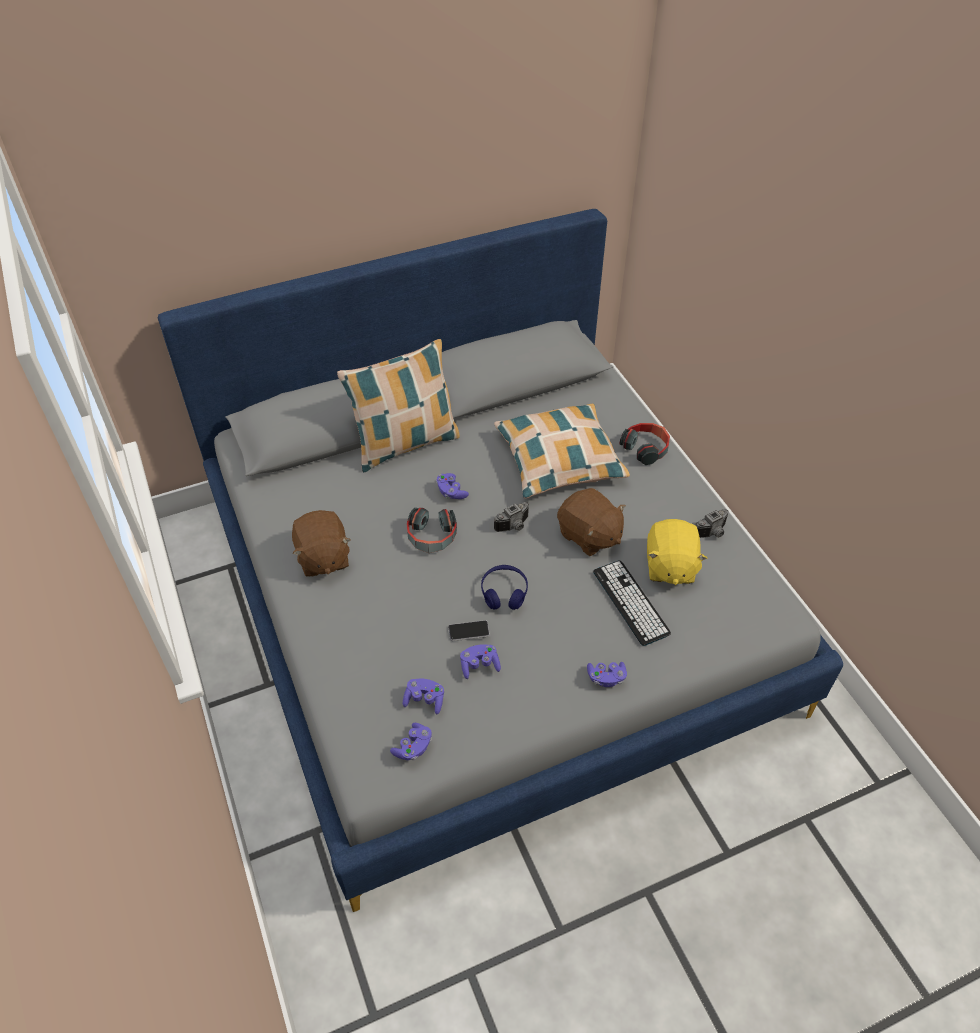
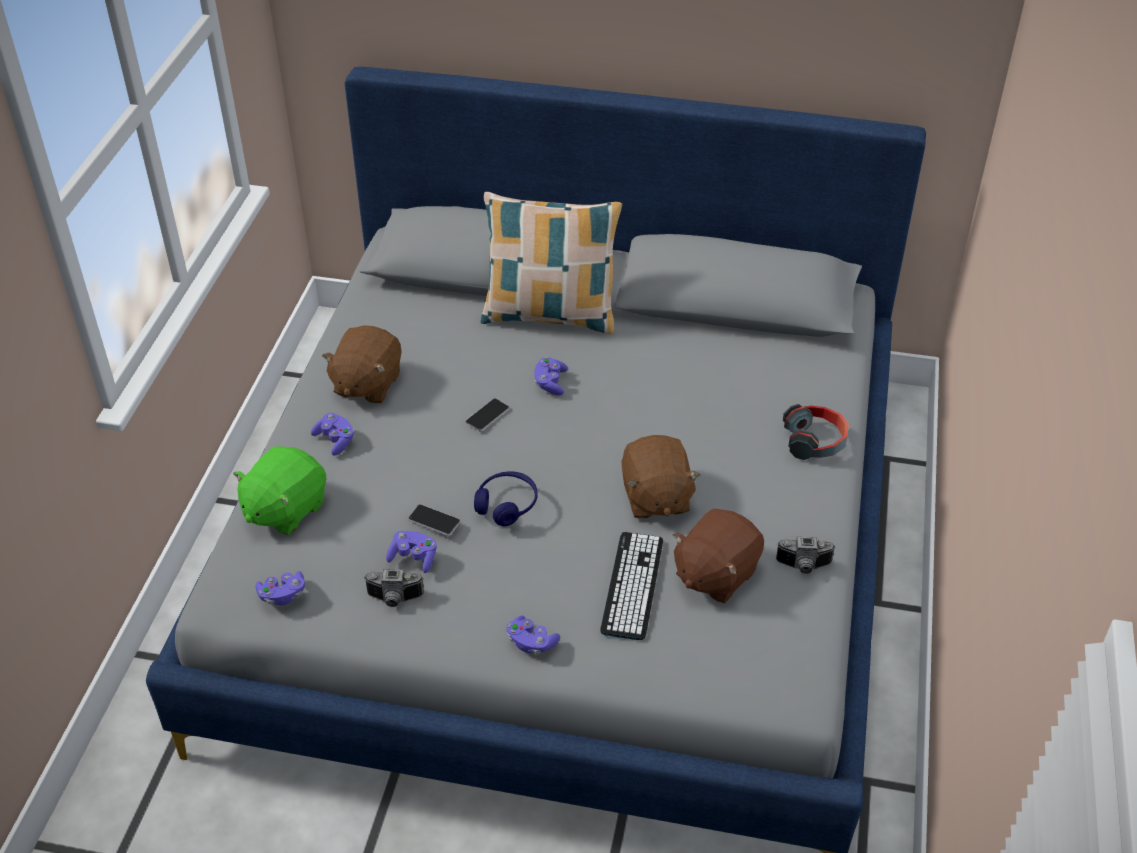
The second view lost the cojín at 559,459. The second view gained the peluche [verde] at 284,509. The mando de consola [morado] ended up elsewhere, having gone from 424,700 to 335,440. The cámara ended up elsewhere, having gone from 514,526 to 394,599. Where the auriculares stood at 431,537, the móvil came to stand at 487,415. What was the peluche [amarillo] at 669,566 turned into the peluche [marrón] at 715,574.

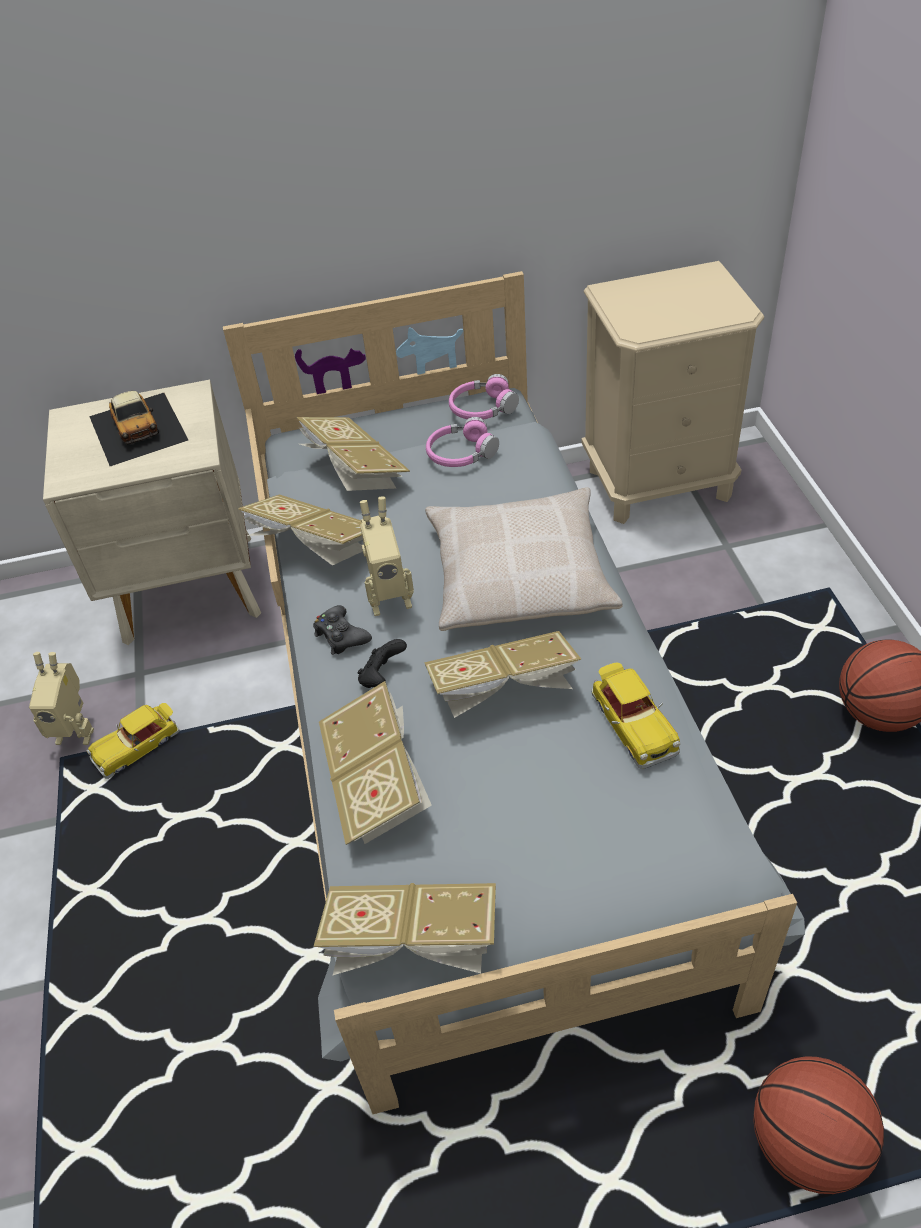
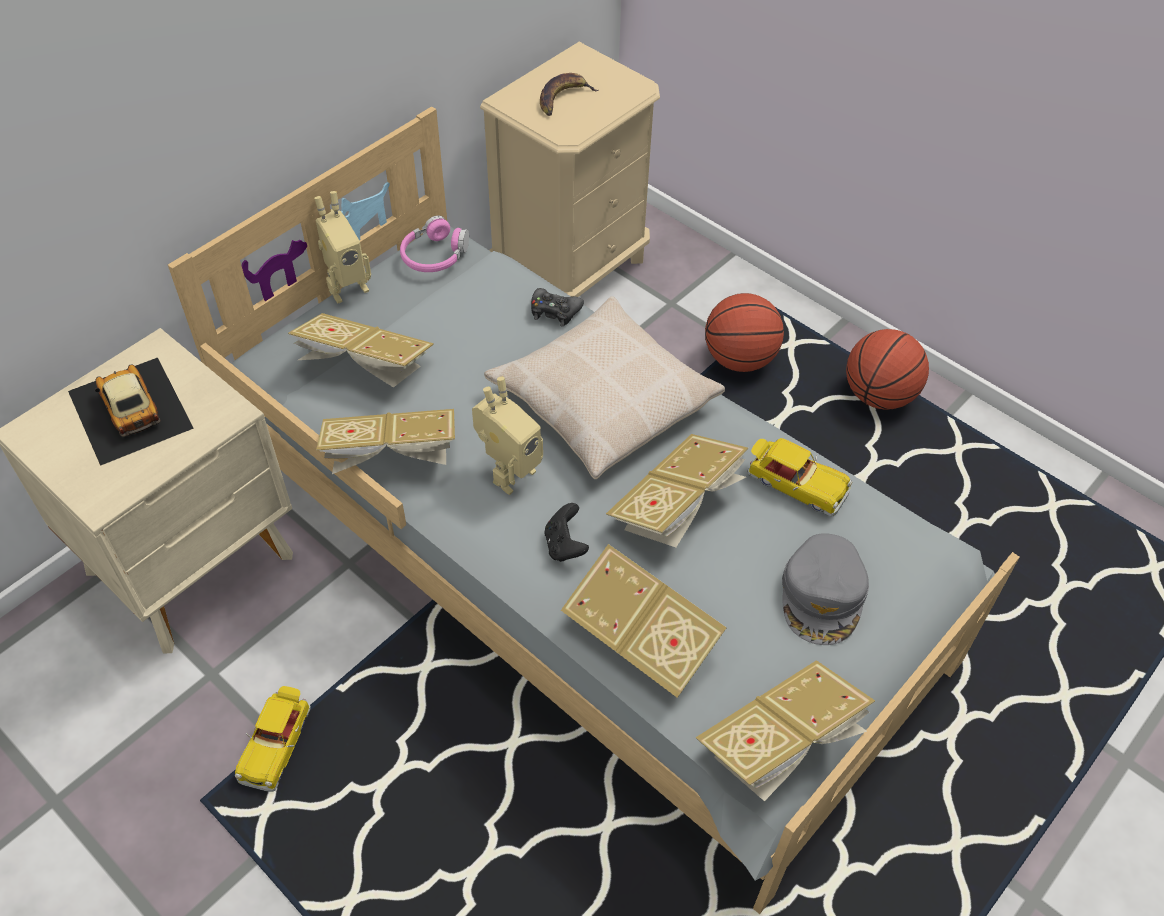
The second view lost the auriculares [rosa] at 461,453. The second view gained the plátano at 563,98. The second view gained the gorra [gris] at 823,595. The robot de juguete ended up elsewhere, having gone from 77,731 to 346,287. The mando de consola [negro] ended up elsewhere, having gone from 341,636 to 554,311. The balón de baloncesto ended up elsewhere, having gone from 807,1142 to 739,359. The coche de juguete at 138,427 ended up facing another way, 150 degrees counterclockwise from before.

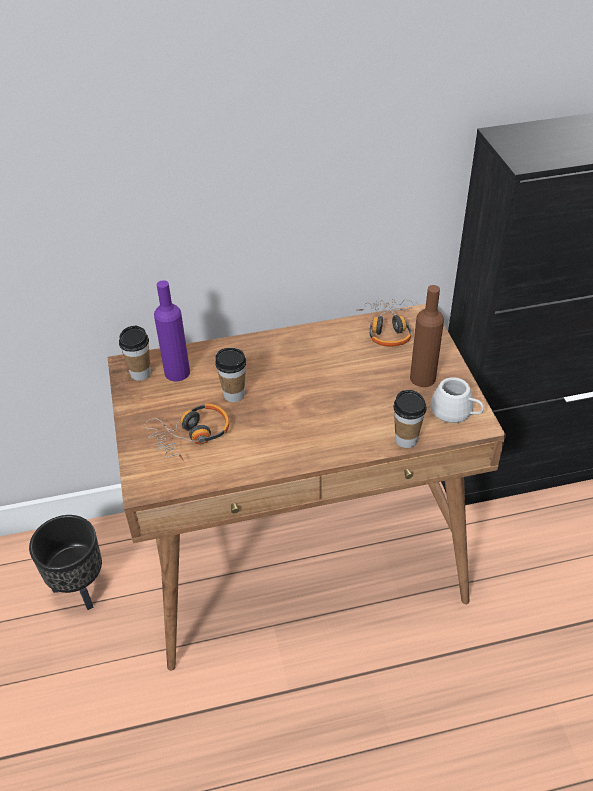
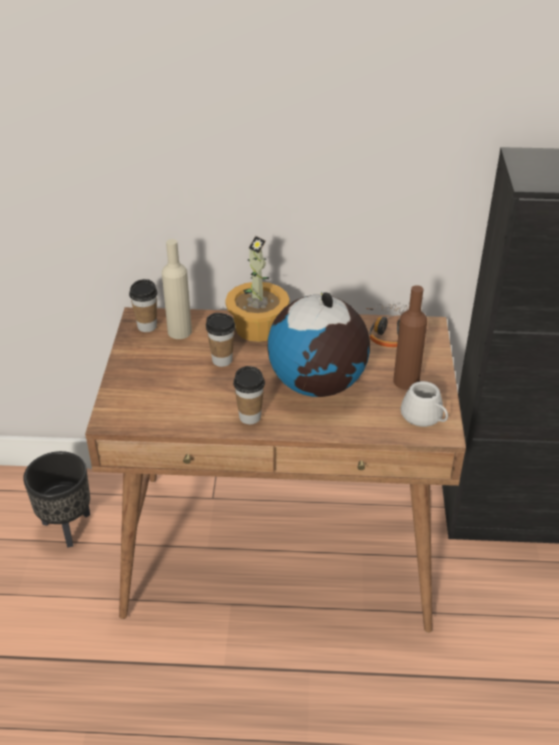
The second view lost the auriculares at 191,436. The second view gained the planta en maceta at 258,327. The second view gained the globo terráqueo at 318,385. The taza ended up elsewhere, having gone from 406,439 to 250,417. What was the botella [morado] at 177,372 turned into the botella [beis] at 179,331.

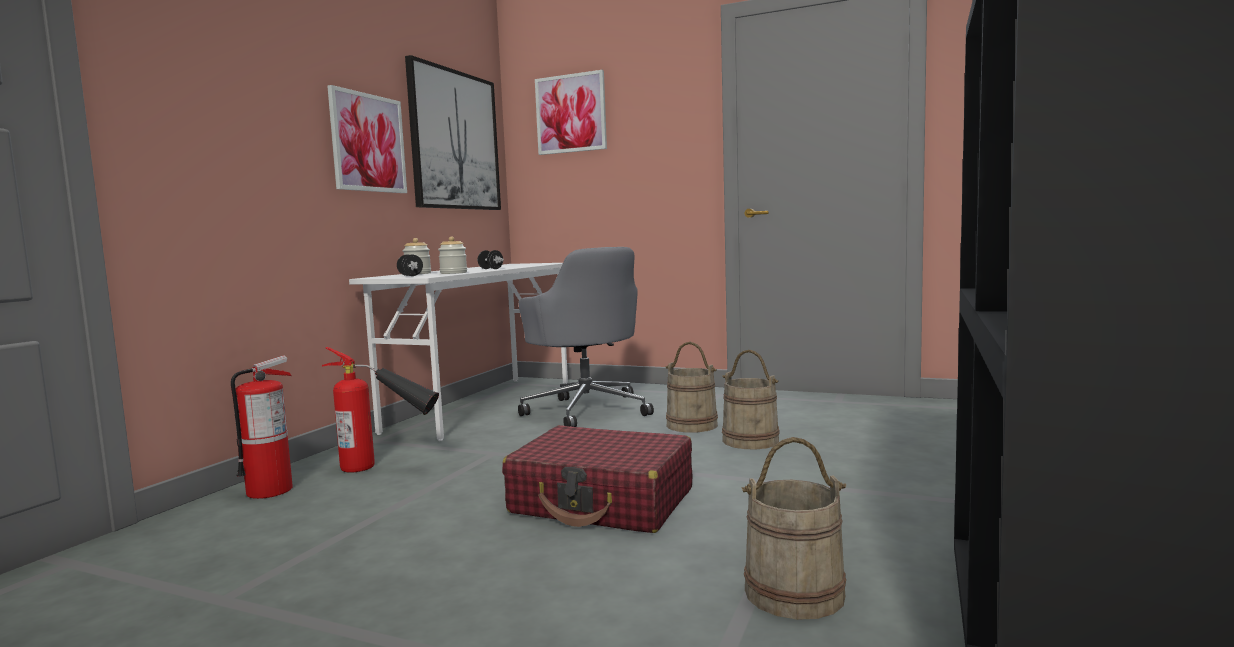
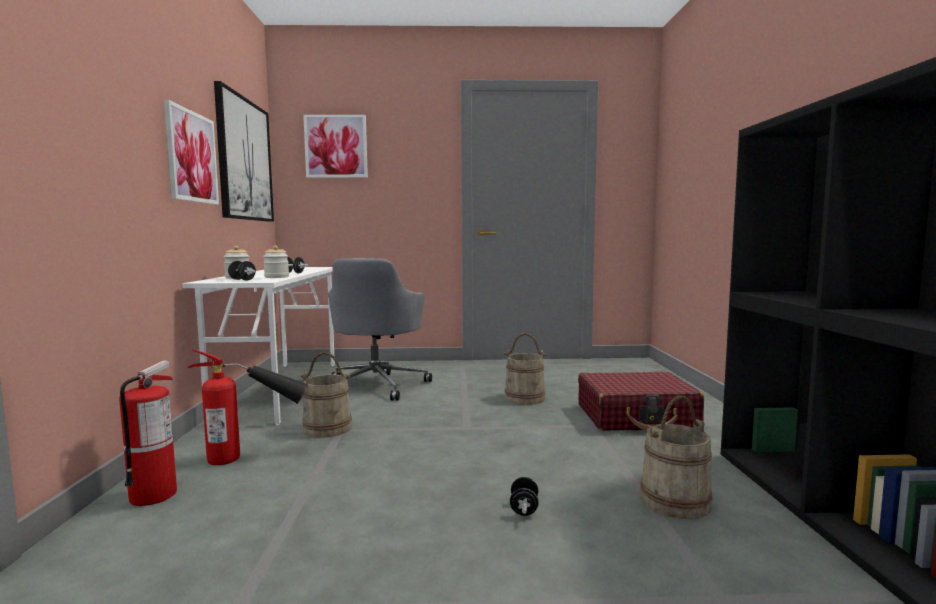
The second view gained the mancuerna [negro] at 524,509. The maleta [rojo] ended up elsewhere, having gone from 603,501 to 636,417. The cubo [beis] ended up elsewhere, having gone from 692,425 to 327,428. The silla de oficina [gris] at 587,409 ended up facing another way, 60 degrees clockwise from before.

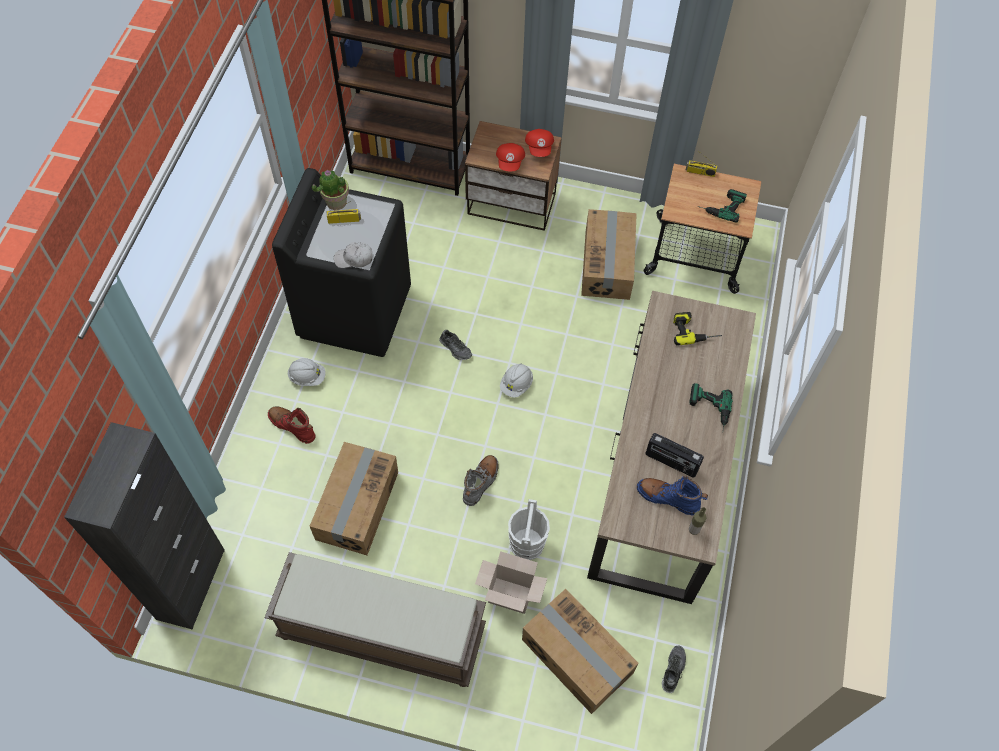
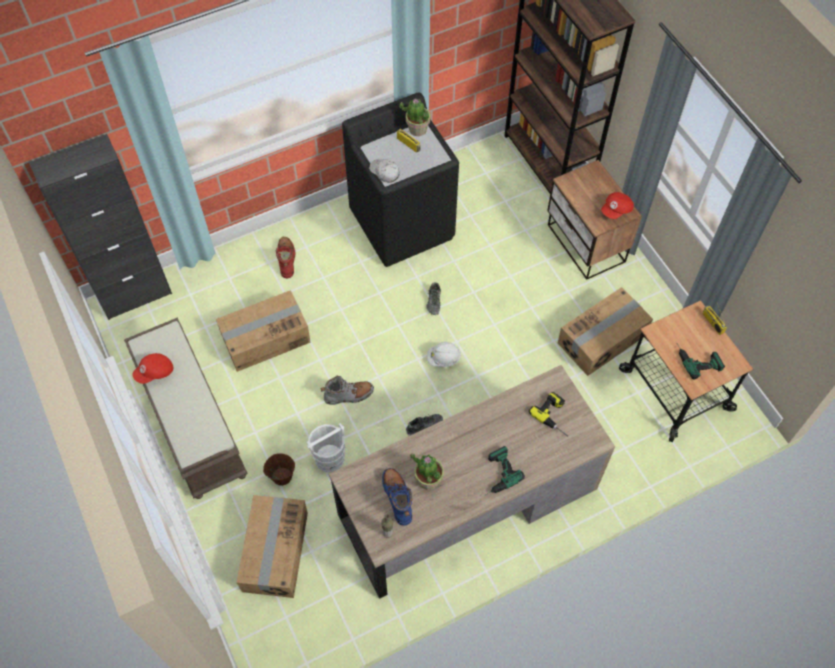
The second view lost the casco [blanco] at 307,377. The gorra [rojo] ended up elsewhere, having gone from 510,162 to 155,372. The zapato ended up elsewhere, having gone from 673,670 to 424,426. Where the caja de cartón stood at 508,596, the cubo [marrón] came to stand at 281,476. Where the radio stood at 671,462, the planta en maceta came to stand at 428,479.

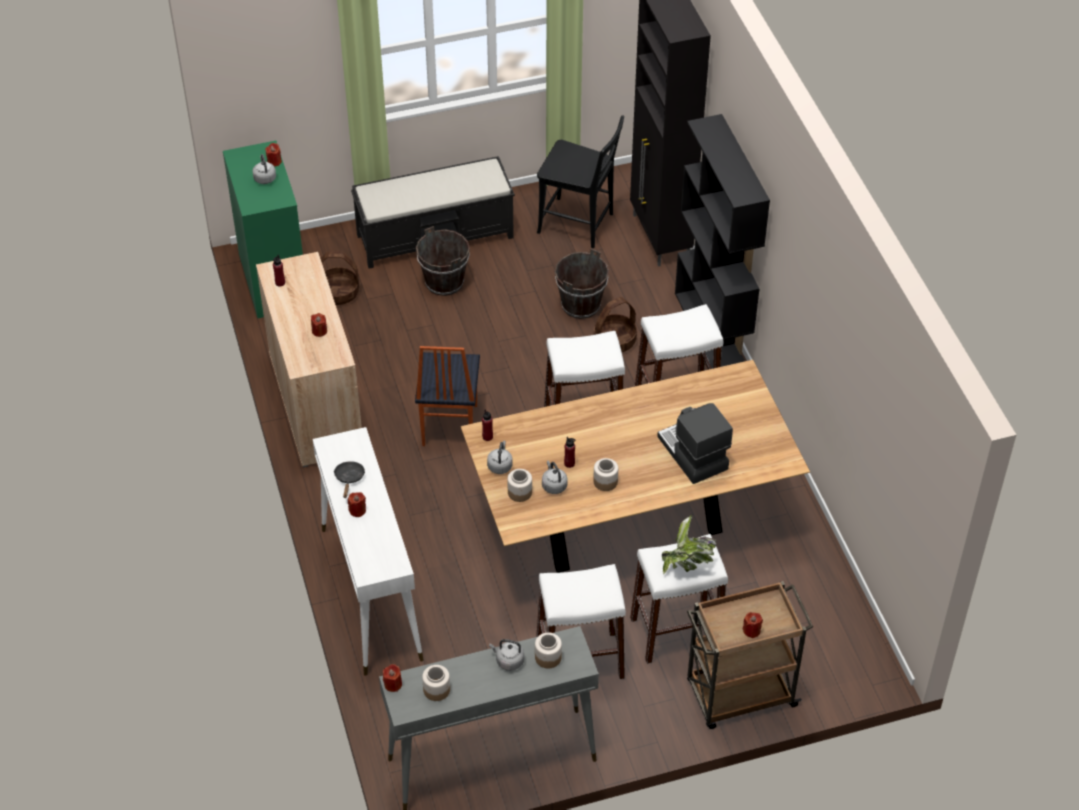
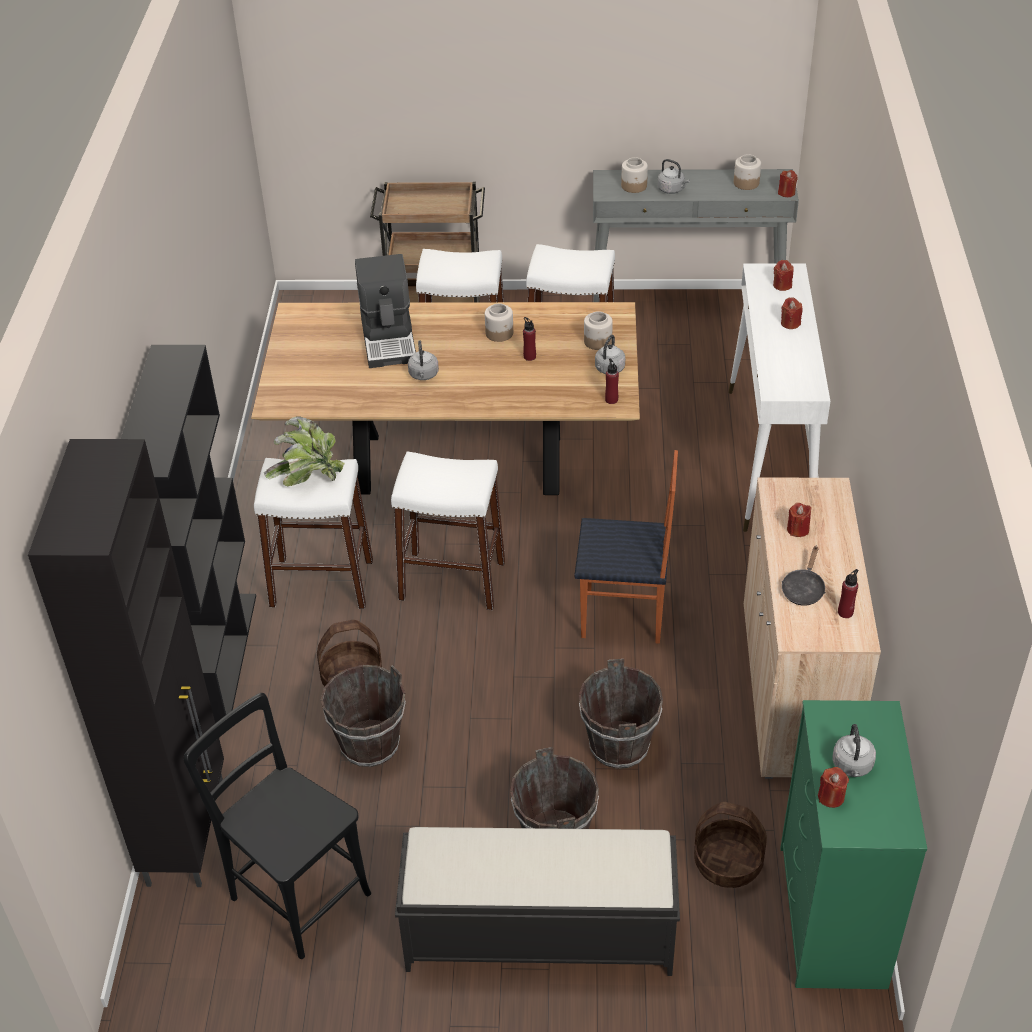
The second view gained the cubo [marrón] at 618,746. The sartén [negro] ended up elsewhere, having gone from 349,478 to 803,589. The hervidor [gris] ended up elsewhere, having gone from 553,485 to 423,375. The planta en maceta ended up elsewhere, having gone from 688,564 to 307,477. The vela [rojo] ended up elsewhere, having gone from 751,630 to 782,285. The silla at 448,426 ended up facing another way, 75 degrees clockwise from before.

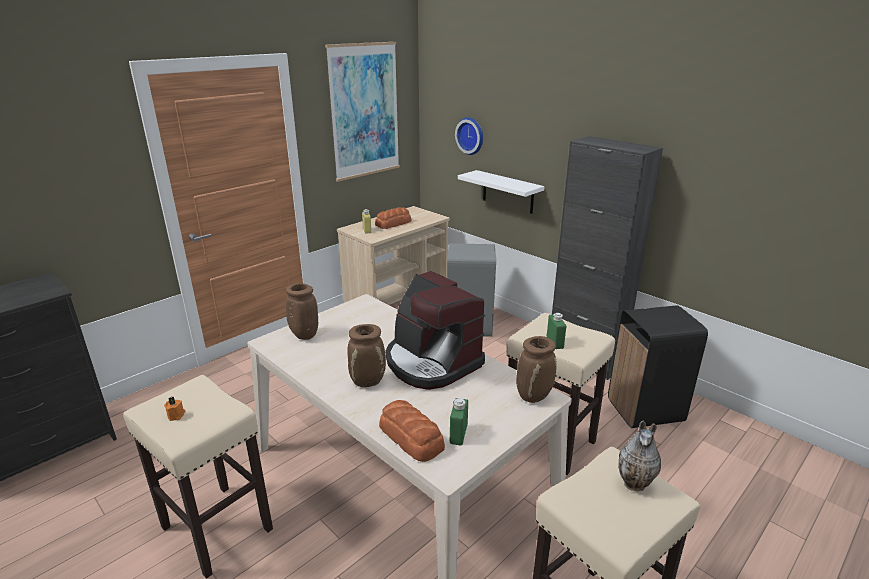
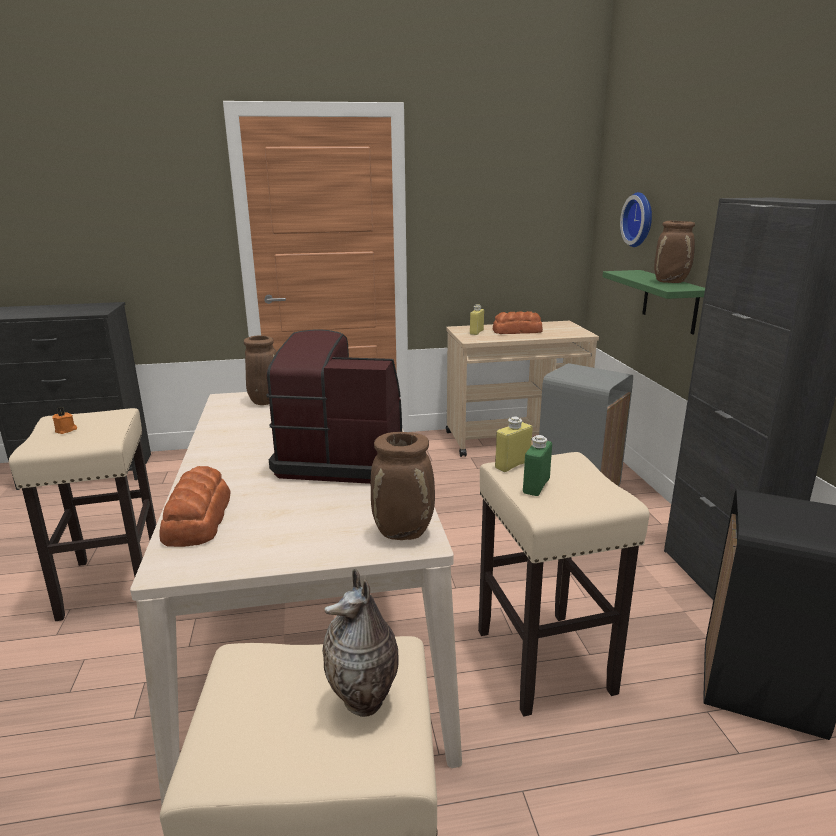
The second view lost the cuadro at 364,111. The second view lost the botella [verde] at 458,434. The second view gained the botella [amarillo] at 512,465. The florero [marrón] ended up elsewhere, having gone from 368,381 to 671,282. What was the estante [blanco] at 508,192 turned into the estante [verde] at 670,301. The cafetera at 431,362 ended up facing another way, 105 degrees clockwise from before.

